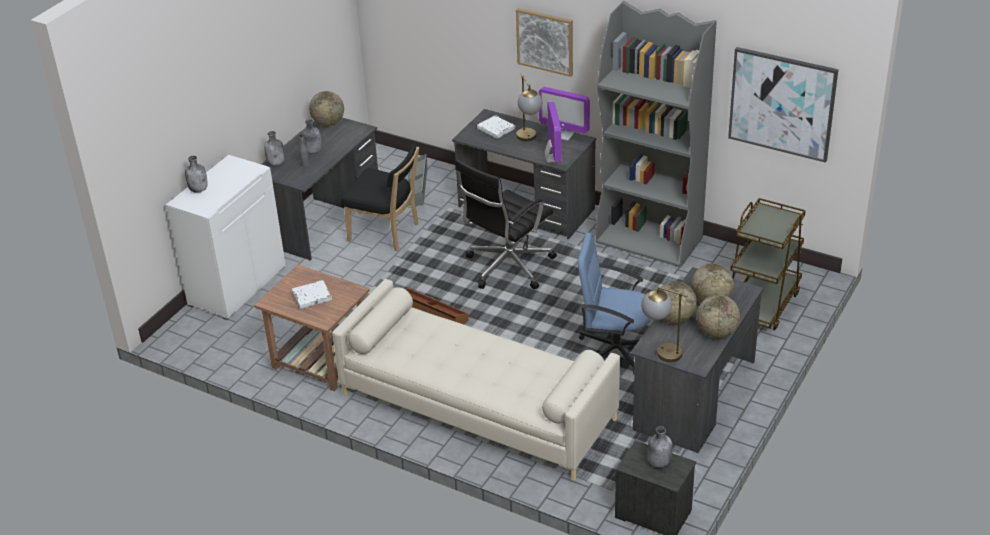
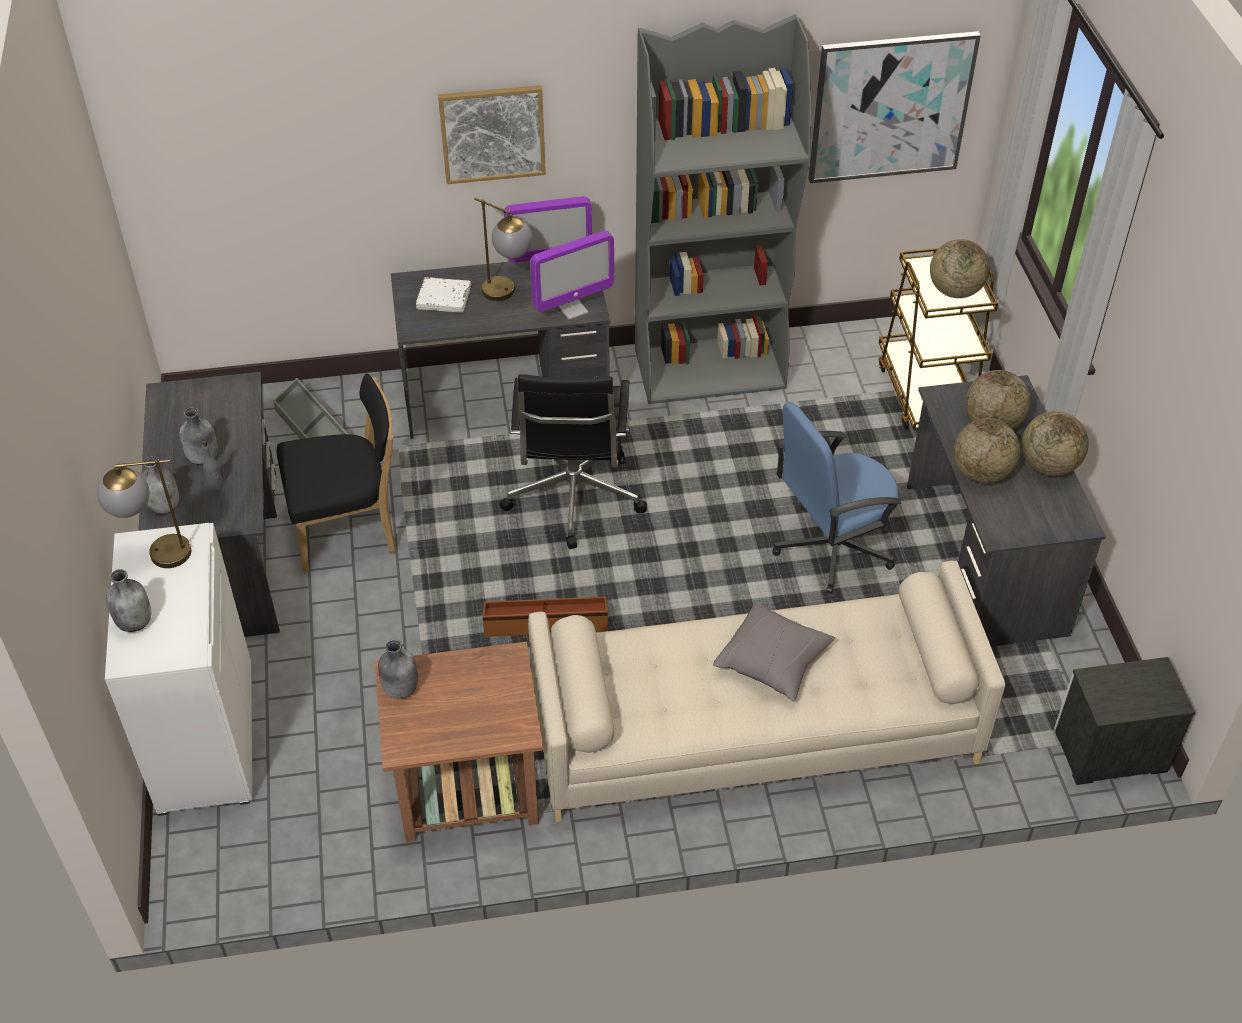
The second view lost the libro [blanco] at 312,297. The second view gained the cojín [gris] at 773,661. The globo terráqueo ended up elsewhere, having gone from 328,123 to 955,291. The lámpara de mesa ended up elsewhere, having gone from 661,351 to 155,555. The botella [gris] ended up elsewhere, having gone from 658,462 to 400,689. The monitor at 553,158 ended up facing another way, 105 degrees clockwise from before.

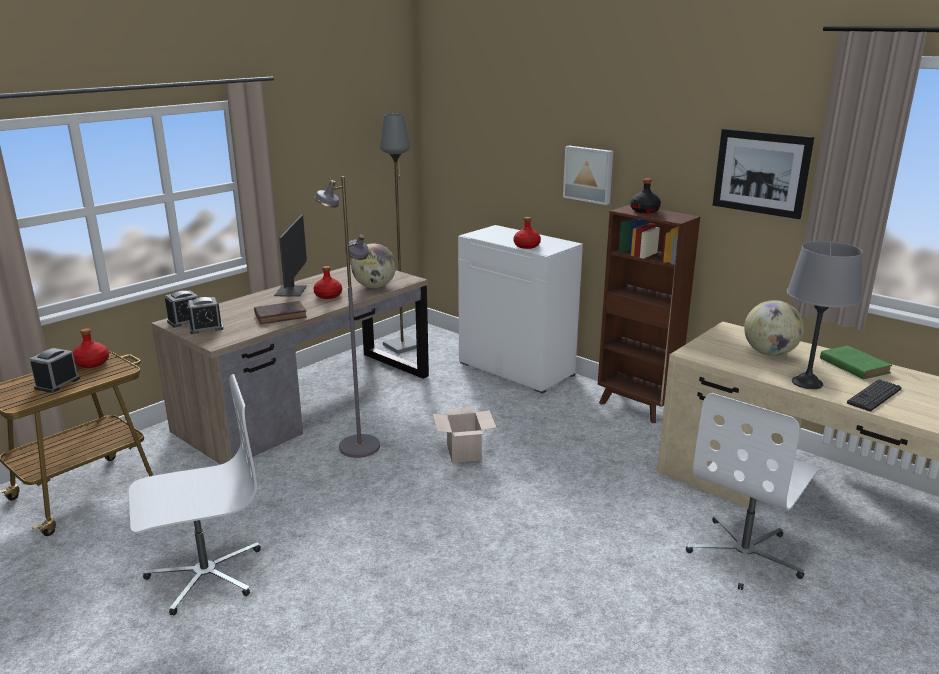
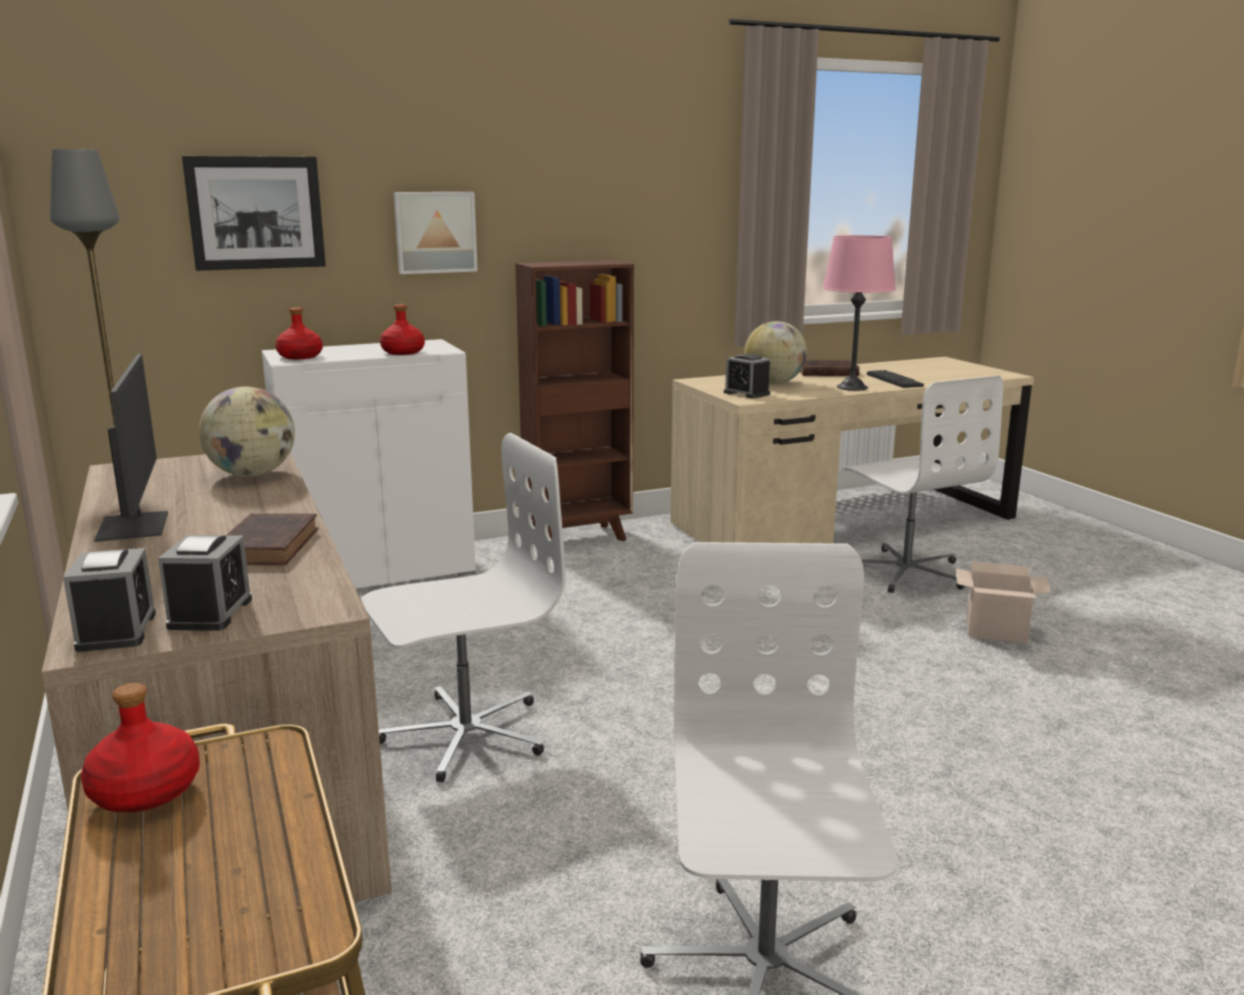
The second view lost the botella [negro] at 645,211. The despertador ended up elsewhere, having gone from 57,383 to 746,393. The botella [rojo] ended up elsewhere, having gone from 328,295 to 300,356. The caja de cartón ended up elsewhere, having gone from 464,452 to 997,630. The cuadro ended up elsewhere, having gone from 761,173 to 256,213. Where the lámpara de pie [gris] stood at 358,447, the silla de oficina [blanco] came to stand at 464,734. What was the lámpara de mesa [gris] at 807,383 turned into the lámpara de mesa [rosa] at 852,387. What was the libro [verde] at 852,365 turned into the libro [marrón] at 825,372. The monitor at 292,291 ended up facing another way, 45 degrees clockwise from before.

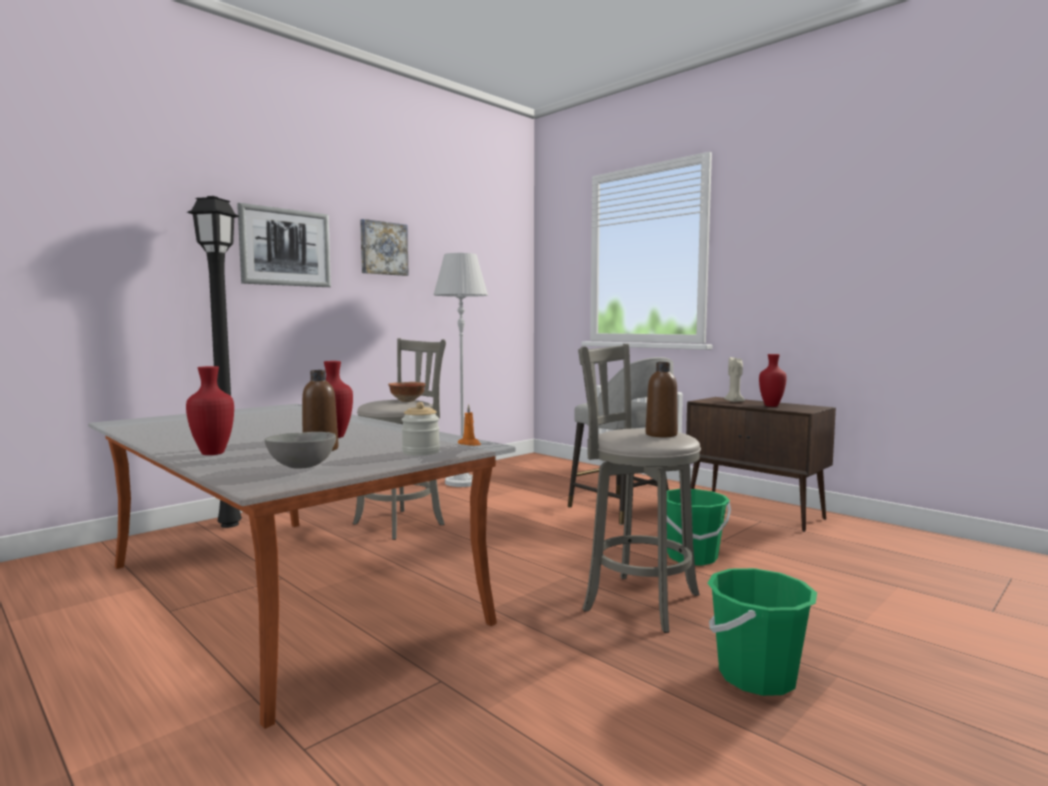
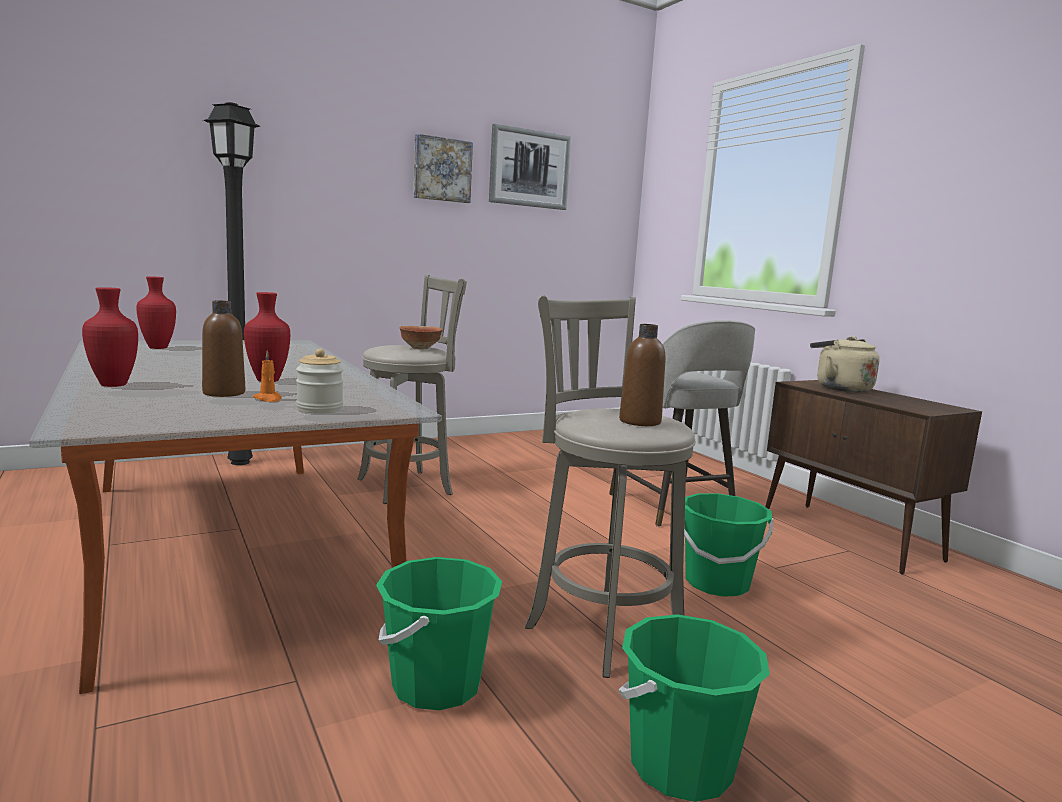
The second view lost the cuenco [gris] at 301,467. The second view lost the lámpara de pie [blanco] at 462,482. The second view gained the cubo [verde] at 436,685. The cuadro ended up elsewhere, having gone from 285,247 to 529,168. The vela [naranja] ended up elsewhere, having gone from 470,444 to 268,399. The florero [rojo] ended up elsewhere, having gone from 771,406 to 159,348. Where the vela [beis] stood at 733,401, the hervidor [beis] came to stand at 840,388.

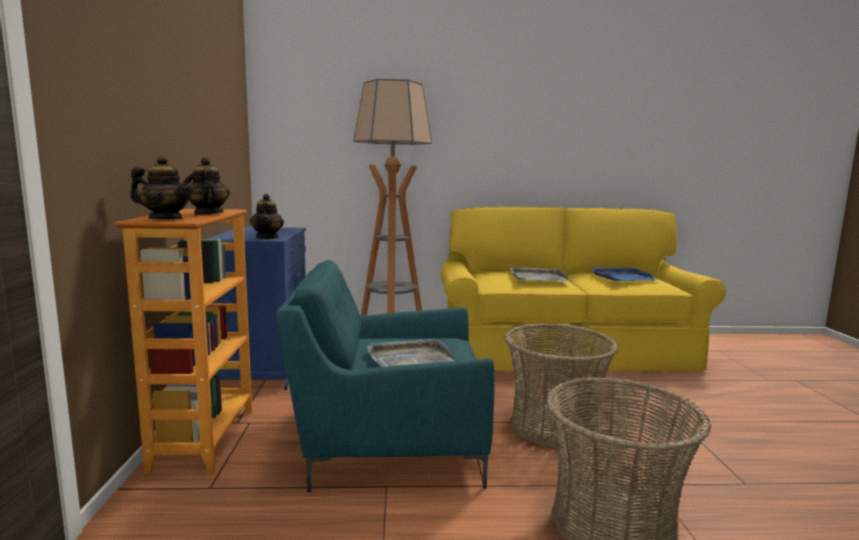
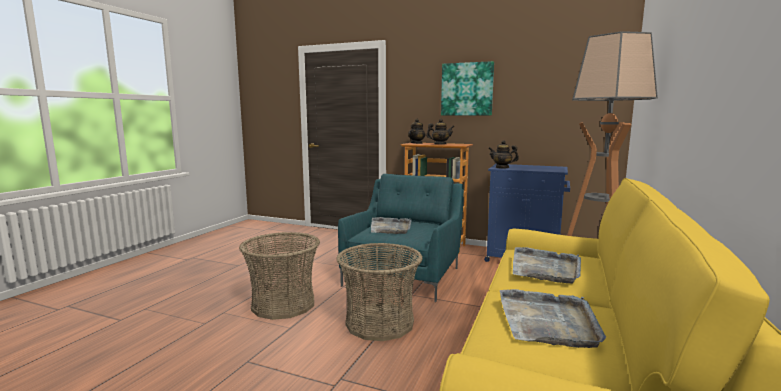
The second view gained the cuadro at 467,89. What was the bandeja [azul] at 622,277 turned into the bandeja [gris] at 548,321.

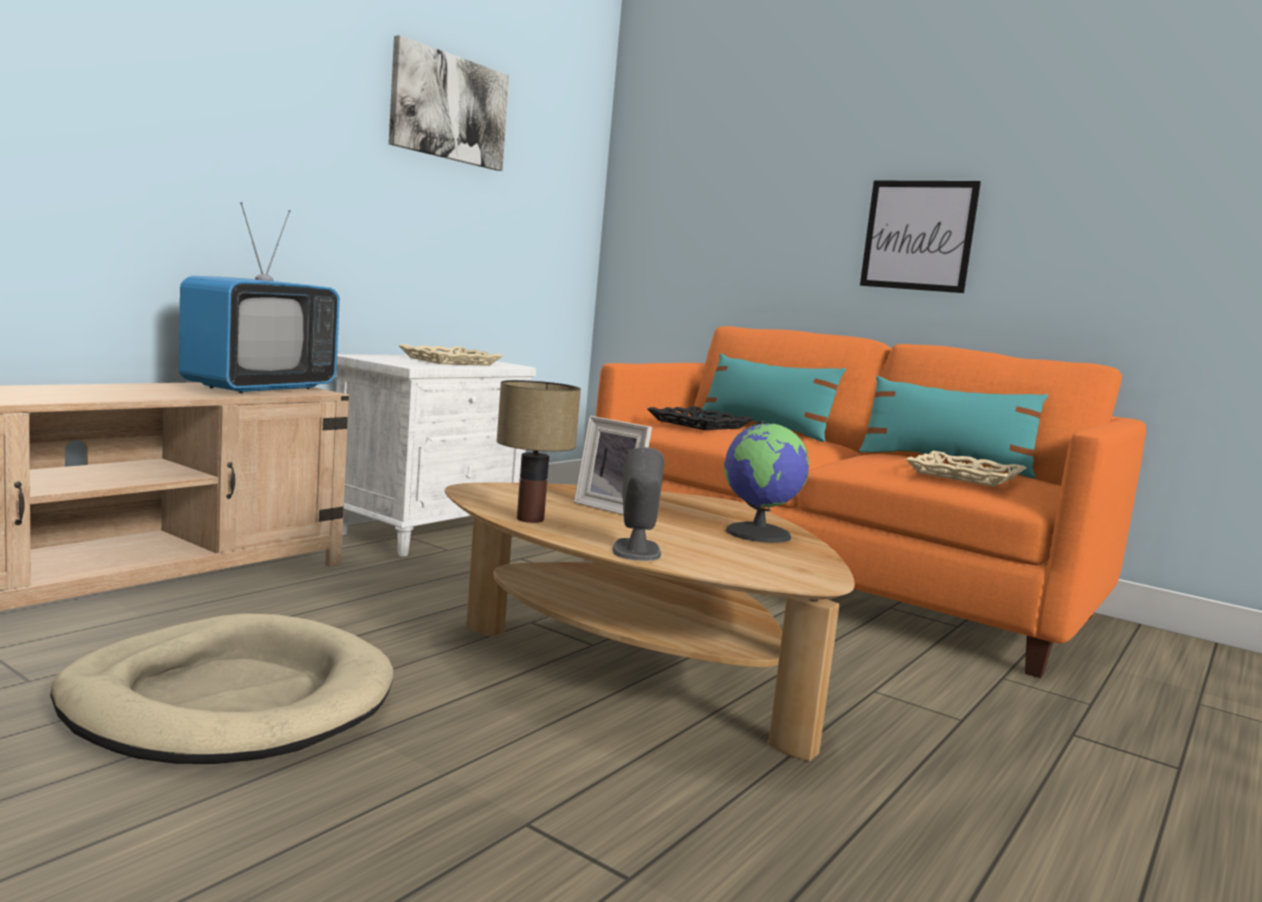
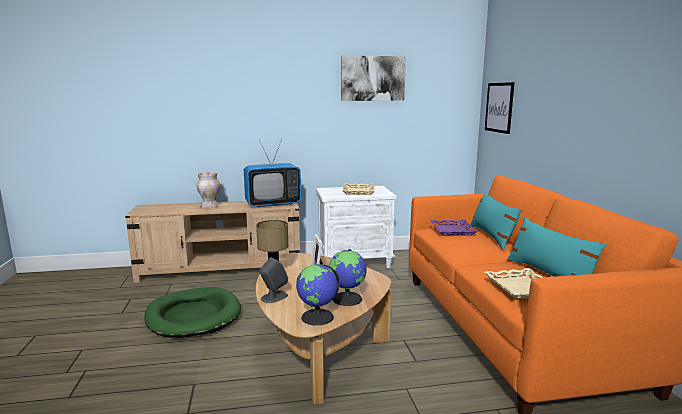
The second view gained the florero at 209,206. The second view gained the globo terráqueo at 317,317. The cuadro ended up elsewhere, having gone from 918,235 to 499,107. What was the cama para perro [beis] at 230,700 turned into the cama para perro [verde] at 193,316. What was the bandeja [negro] at 698,424 turned into the bandeja [morado] at 452,230.

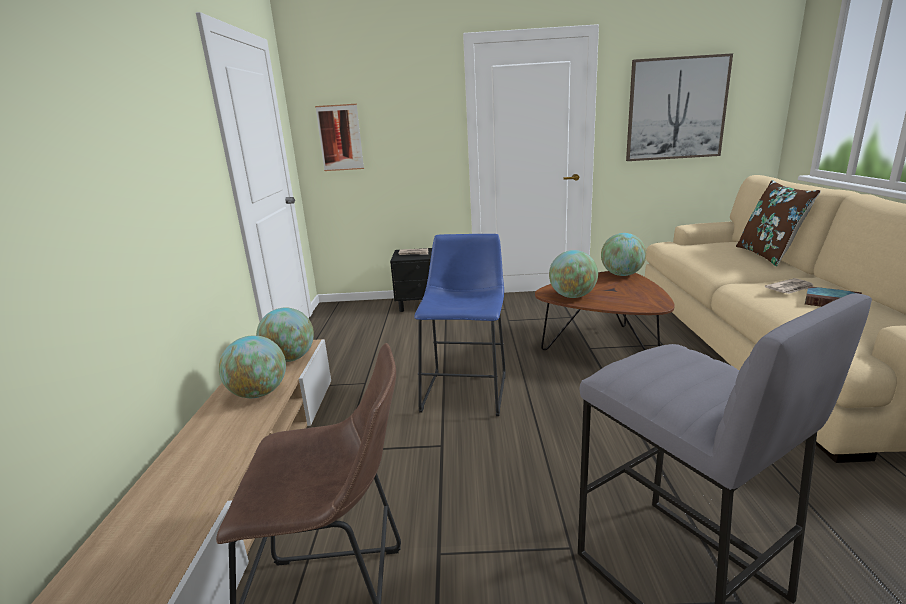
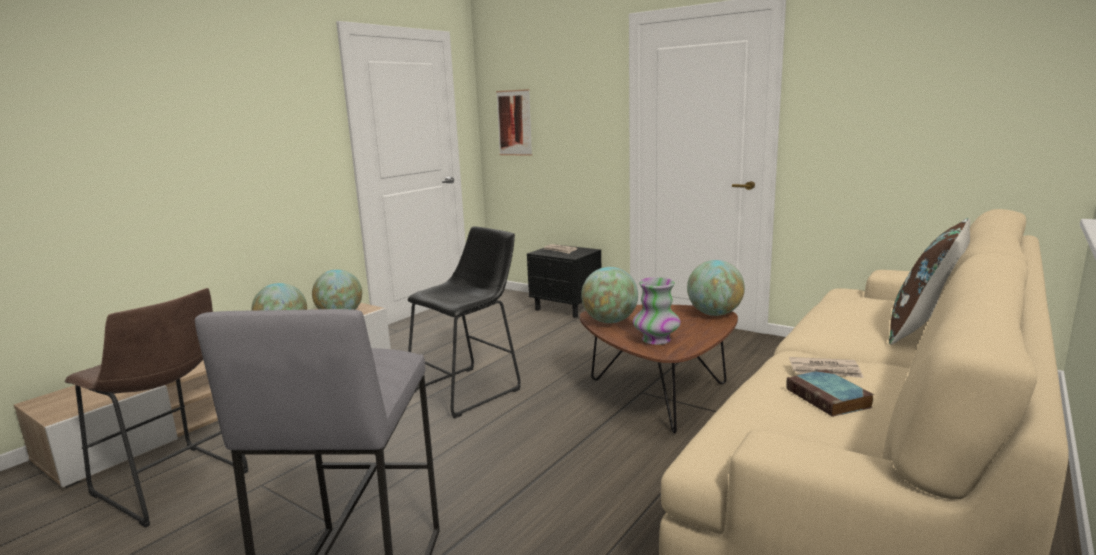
The second view lost the cuadro at 676,109. The second view gained the florero at 656,340. What was the taburete [azul] at 466,389 turned into the taburete [negro] at 469,389.

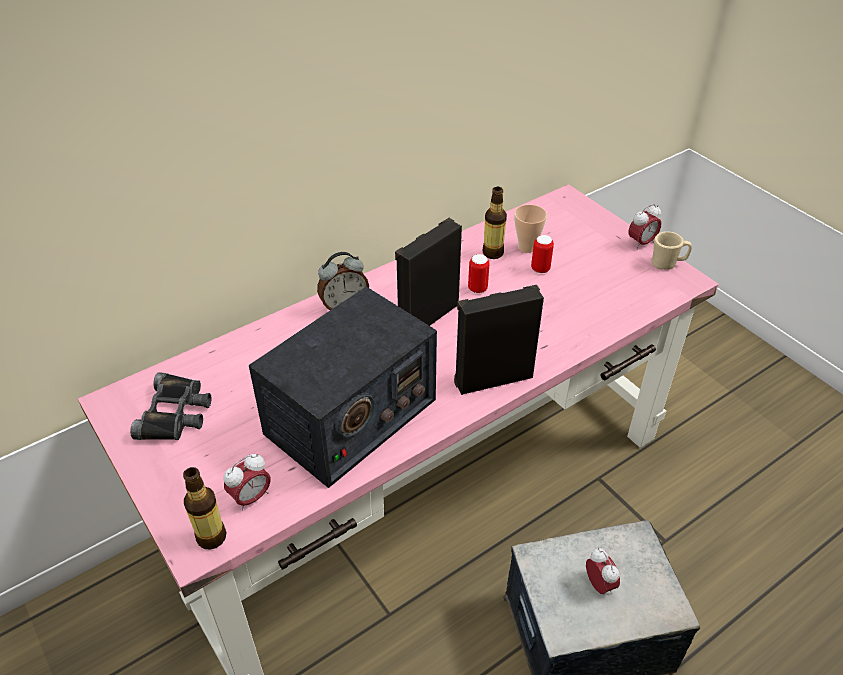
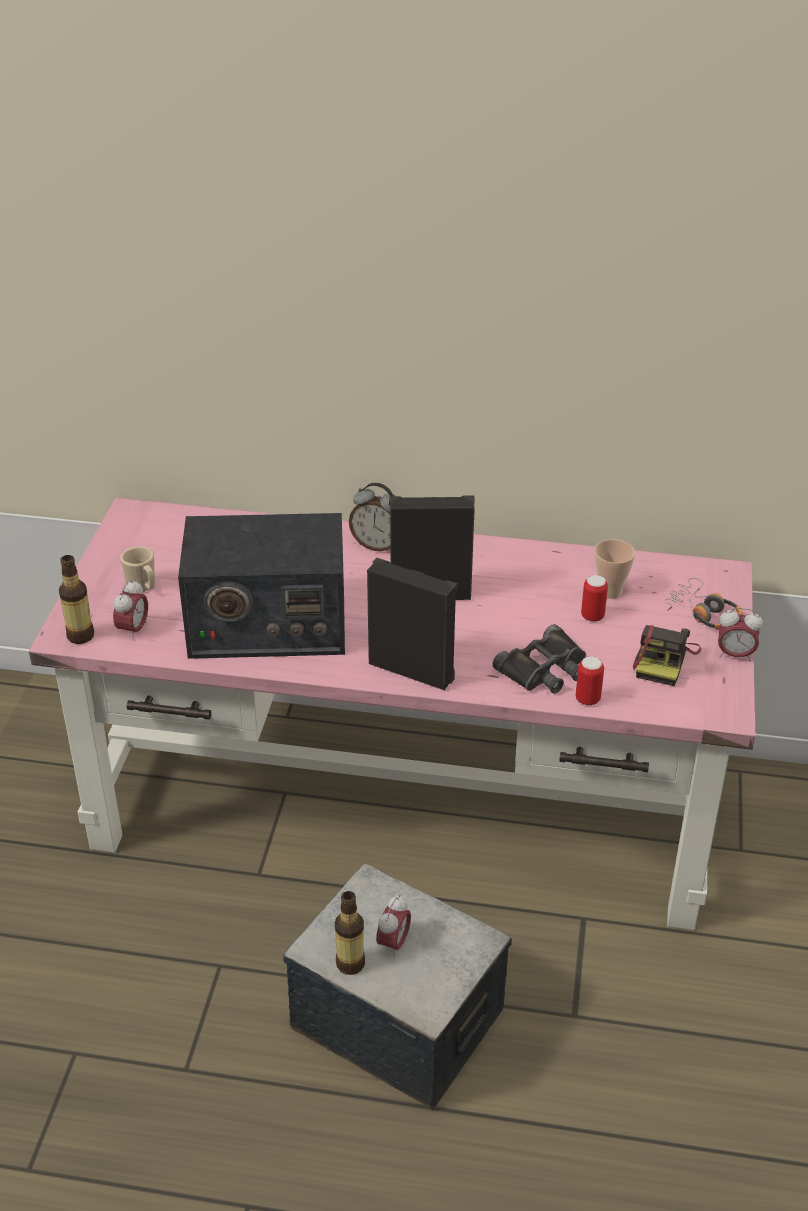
The second view gained the cámara at 664,660. The second view gained the auriculares at 703,613. The prismáticos [negro] ended up elsewhere, having gone from 176,413 to 545,669. The lata ended up elsewhere, having gone from 477,288 to 587,699. The botella ended up elsewhere, having gone from 492,253 to 350,963. The taza grande [beis] ended up elsewhere, having gone from 667,264 to 143,587. The despertador at 251,498 ended up facing another way, 75 degrees counterclockwise from before.

